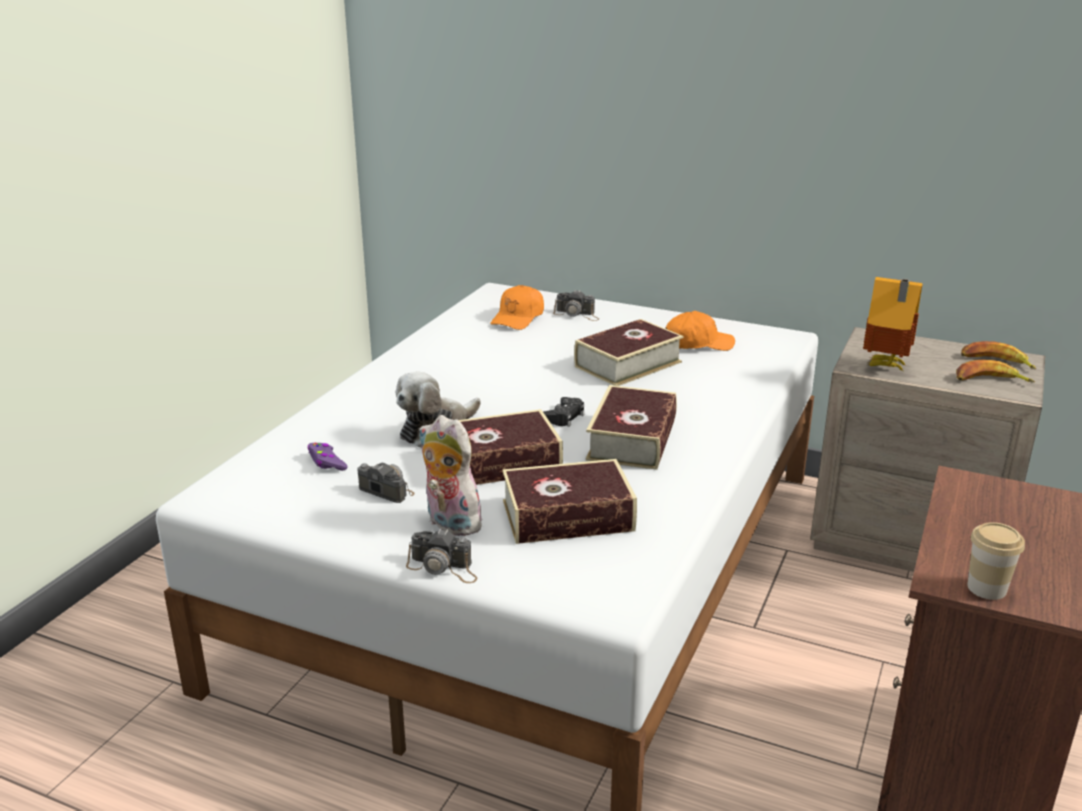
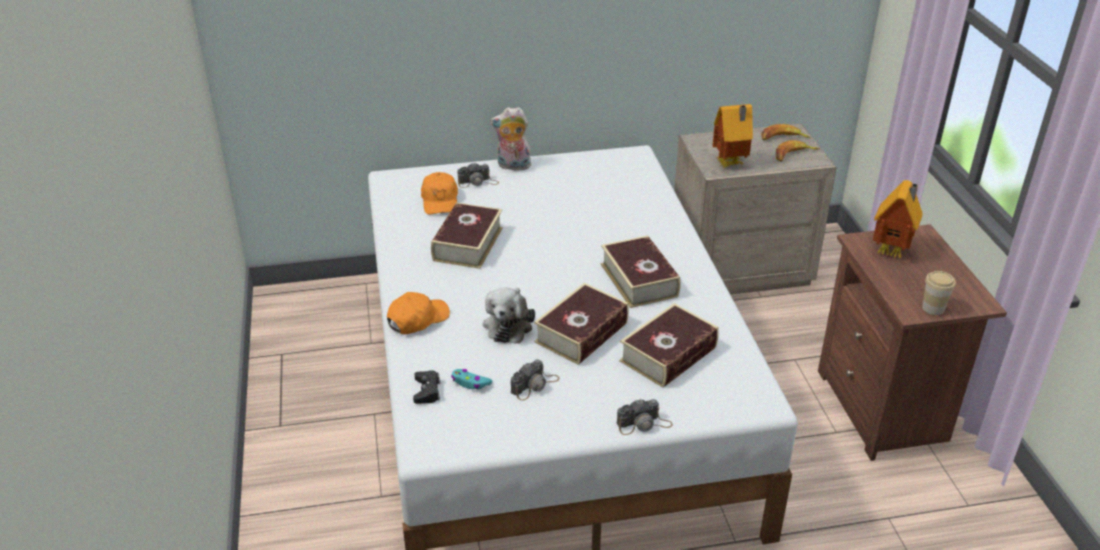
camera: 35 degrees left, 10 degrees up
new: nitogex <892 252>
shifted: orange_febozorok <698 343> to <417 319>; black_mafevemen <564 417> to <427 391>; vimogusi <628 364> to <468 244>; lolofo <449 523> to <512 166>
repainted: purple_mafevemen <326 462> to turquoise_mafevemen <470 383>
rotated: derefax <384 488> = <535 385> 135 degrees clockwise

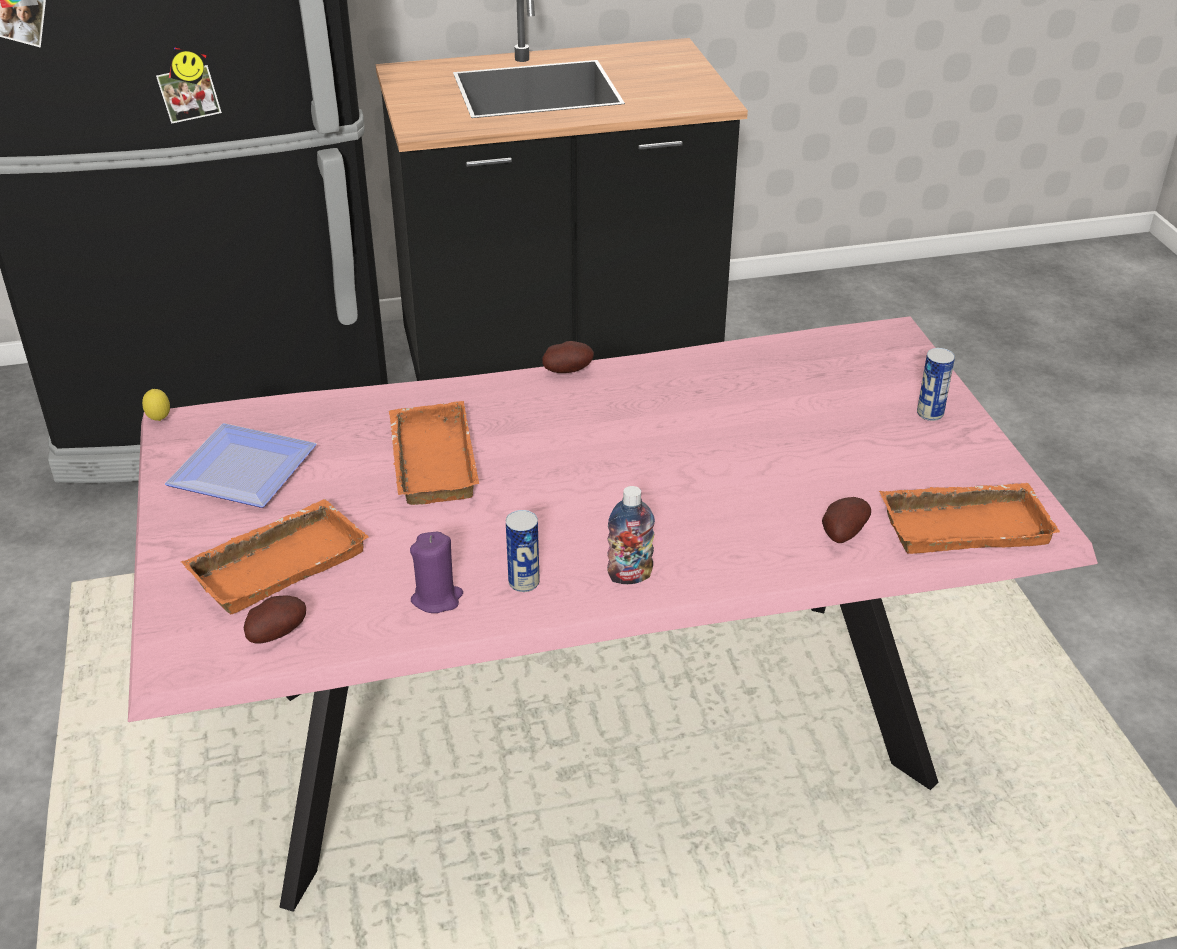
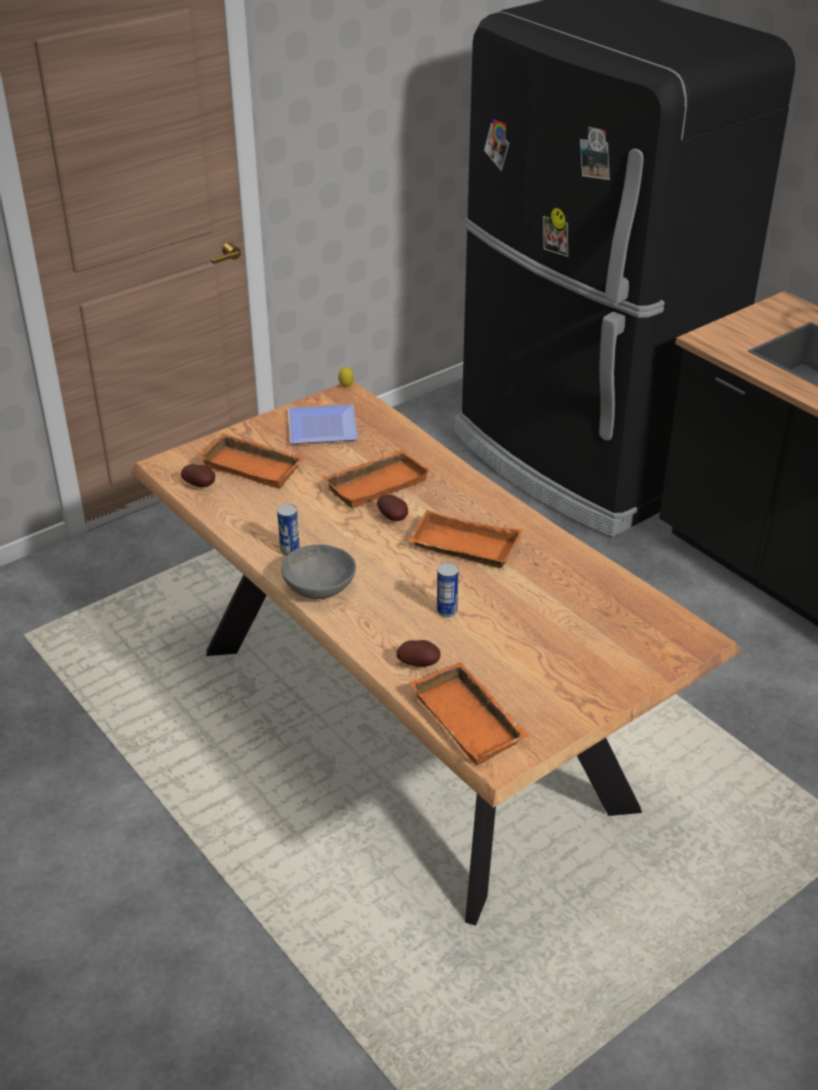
camera: 65 degrees right, 0 degrees up
gone: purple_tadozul <437 598>
new: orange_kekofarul <462 548>
shifted: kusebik <568 371> to <394 518>; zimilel <930 413> to <447 611>
swapped: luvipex <630 576> to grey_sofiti <320 587>
repainted: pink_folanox <588 731> to brown_folanox <408 727>

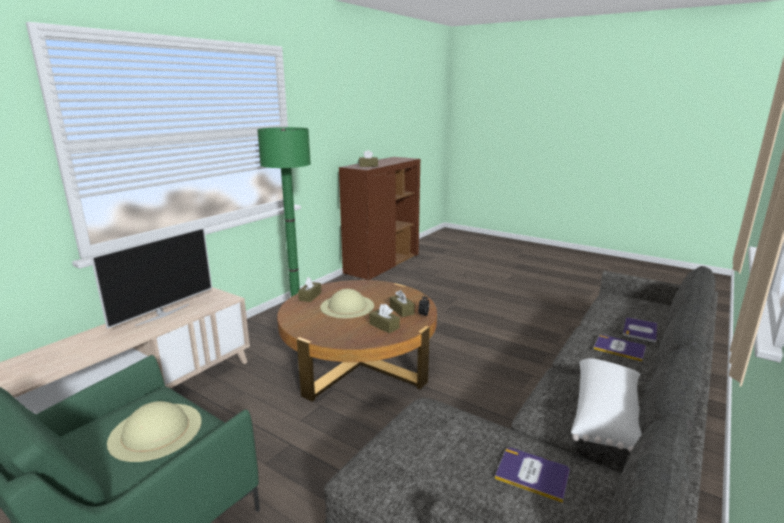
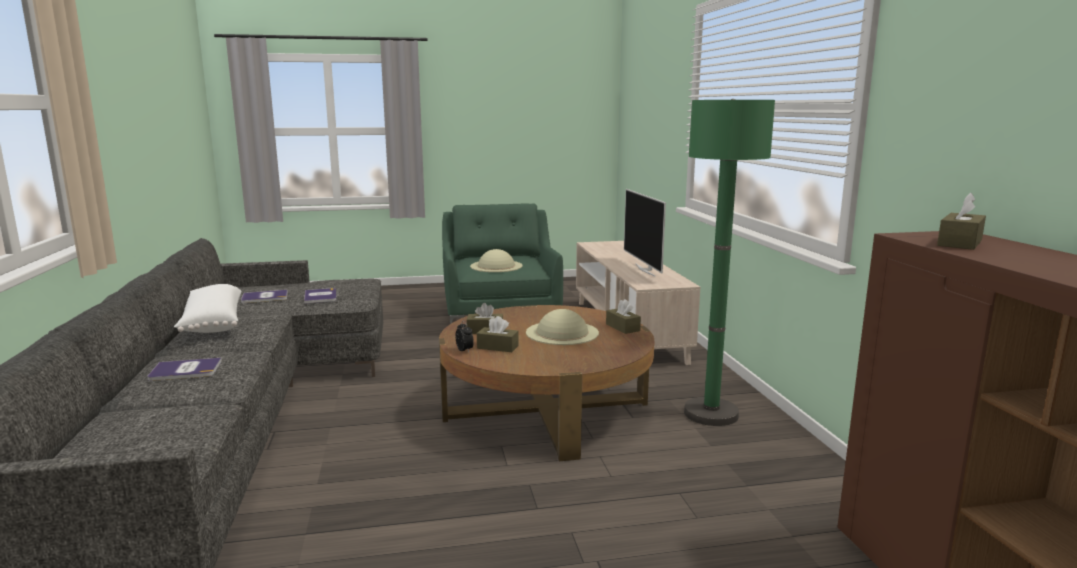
camera: 135 degrees right, 5 degrees down
shifted: vimogusi <640 330> to <320 296>

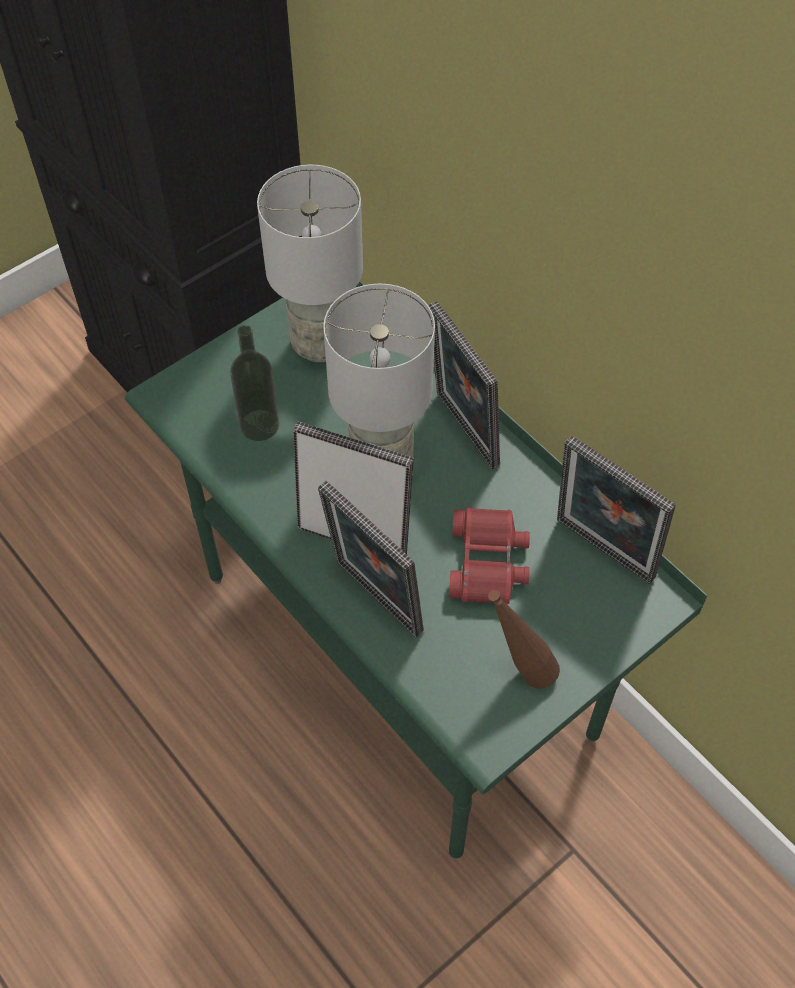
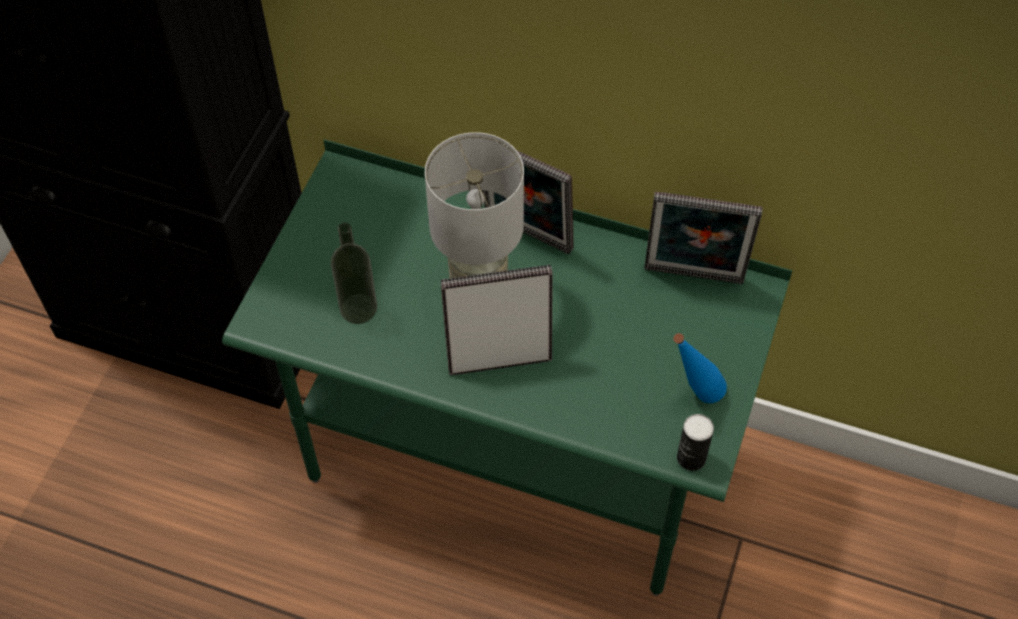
camera: 30 degrees left, 0 degrees up
gone: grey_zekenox <319 344>; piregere <373 601>; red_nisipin <488 562>
new: zimilel <691 458>
repainted: brown_luvipex <518 671> to blue_luvipex <692 397>

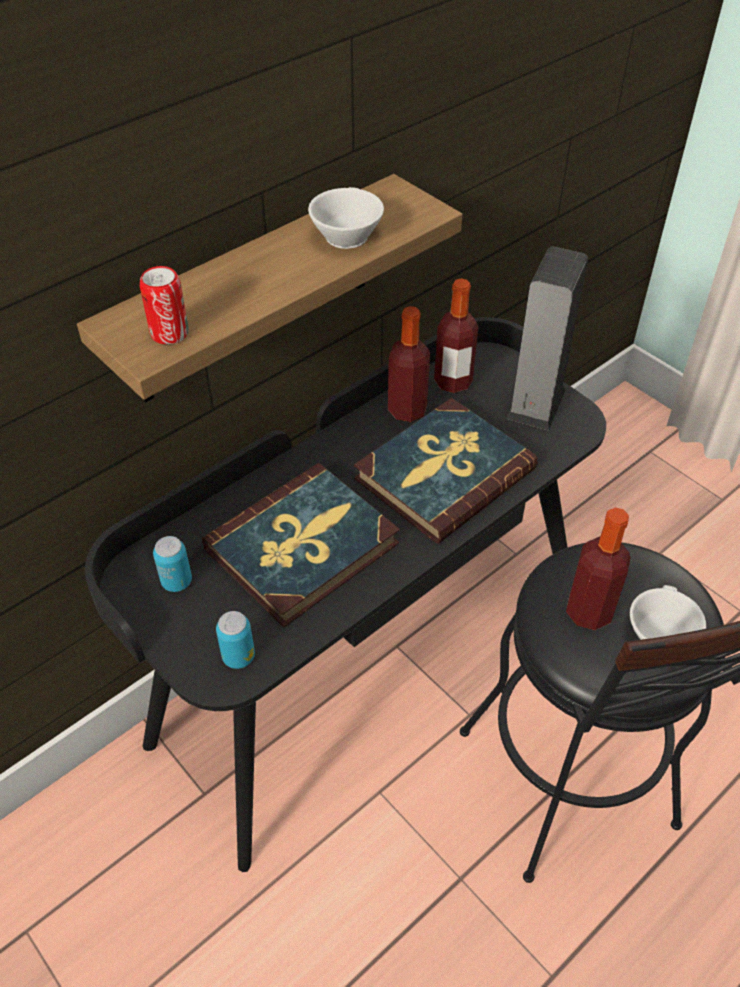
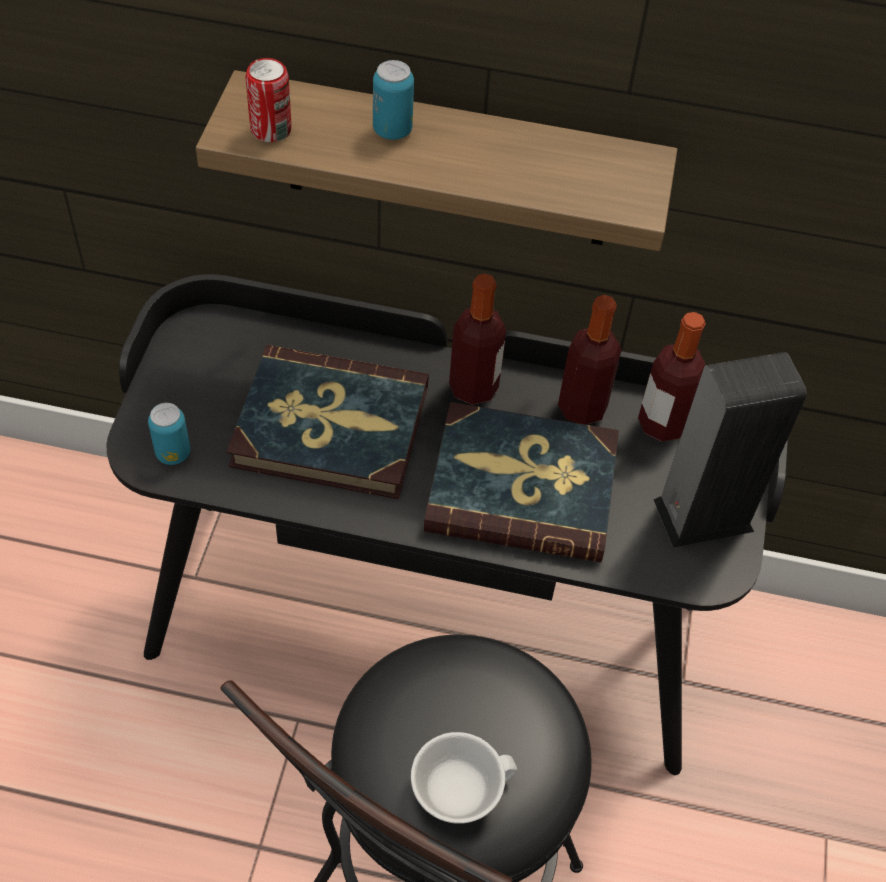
camera: 50 degrees right, 5 degrees up
gone: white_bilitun <344 234>
shifted: zimilel <177 581> to <392 130>; luvipex <589 612> to <473 388>

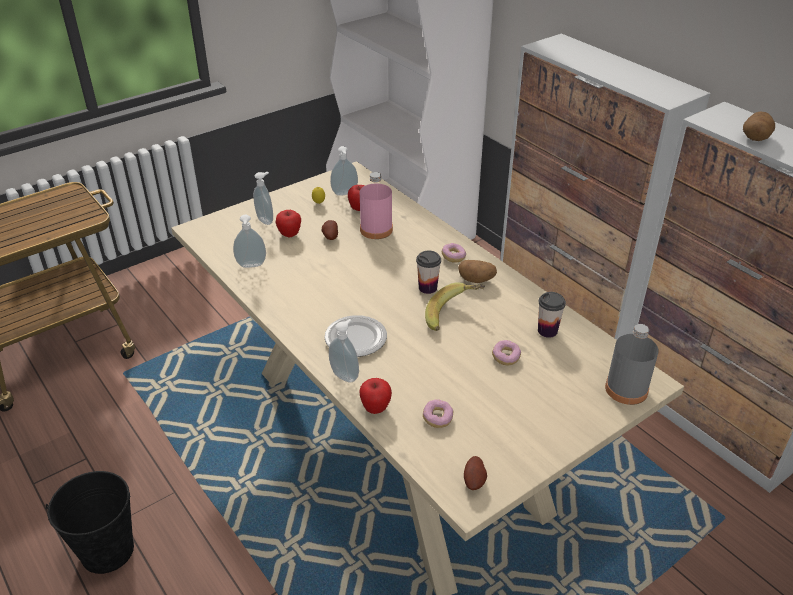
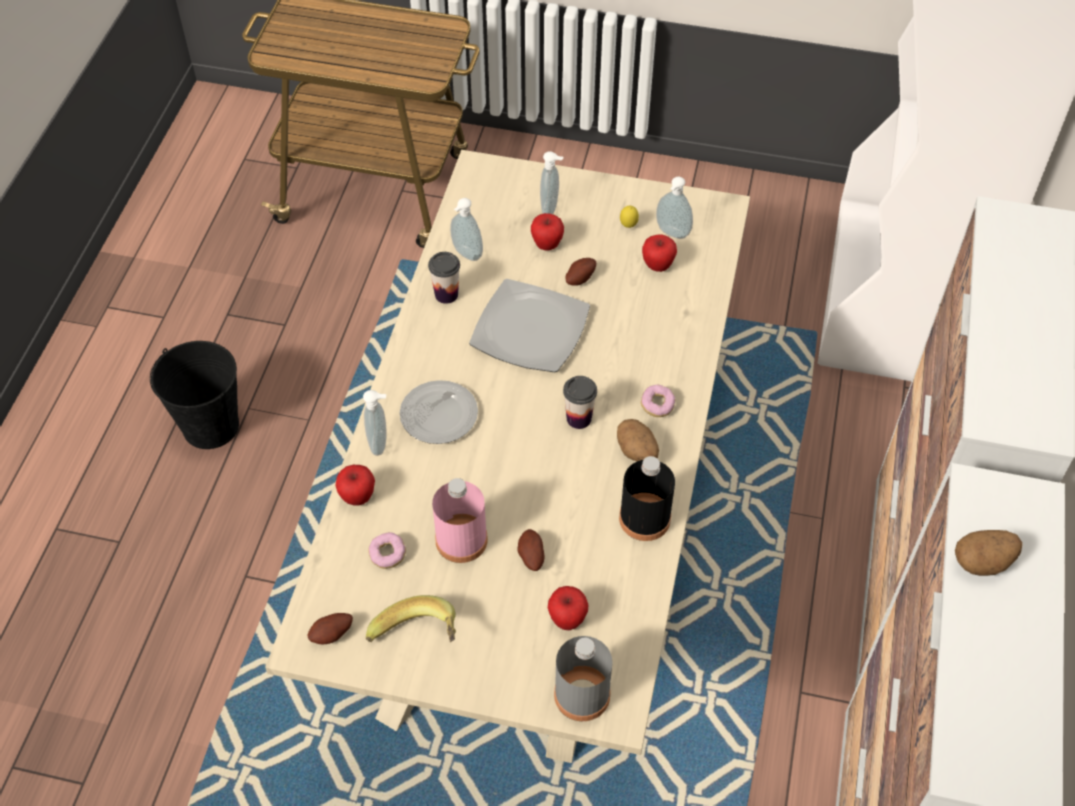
camera: 50 degrees right, 15 degrees up
new: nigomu <530 331>; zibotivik <567 619>; black_luvipex <644 518>
shifted: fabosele <454 316> to <417 639>; bilitun <547 331> to <446 294>; pink_luvipex <376 230> to <461 540>
swapped: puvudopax <505 357> to kusebik <530 557>

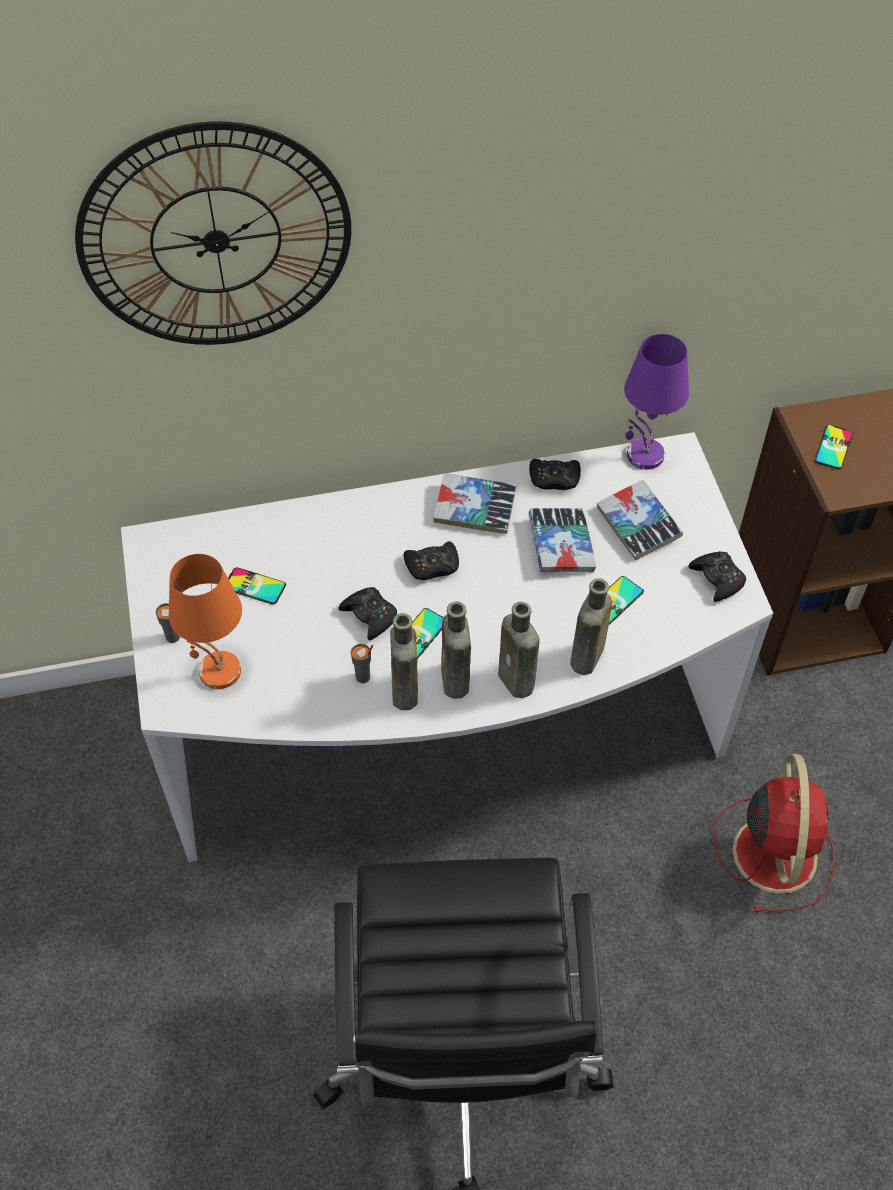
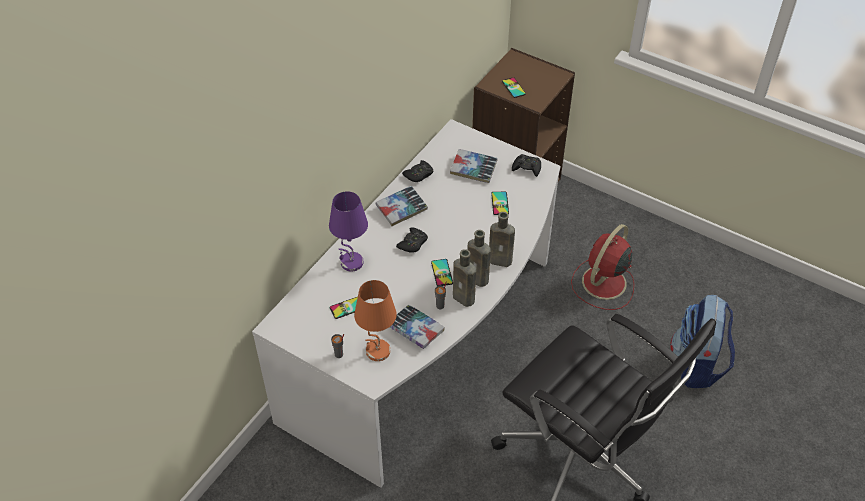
camera: 45 degrees left, 5 degrees down
gone: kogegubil <216 240>; black_mafevemen <370 616>; brown_luvipex <586 660>
new: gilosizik <697 364>
shifted: purple_zekenox <644 455> to <351 263>; vimogusi <561 545> to <415 329>
rotated: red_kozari <774 850> = <603 284> 105 degrees counterclockwise

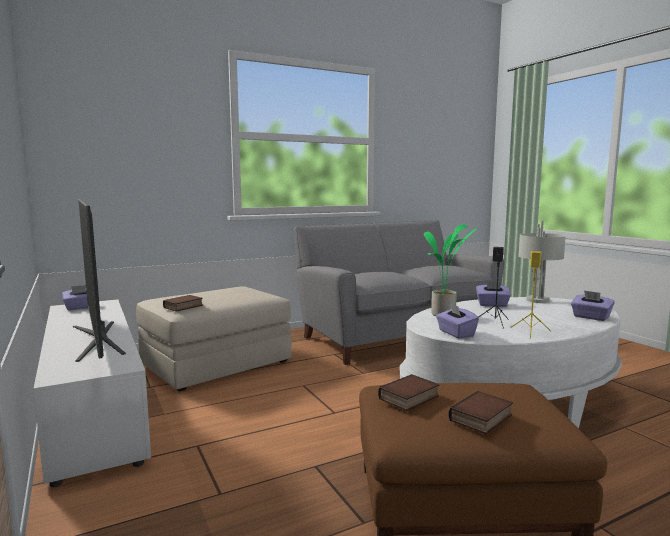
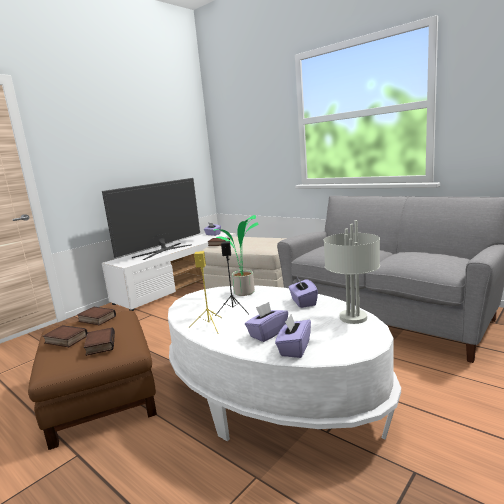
camera: 70 degrees right, 5 degrees up
new: vimogusi <99 344>
shifted: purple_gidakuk <455 333> to <267 333>

